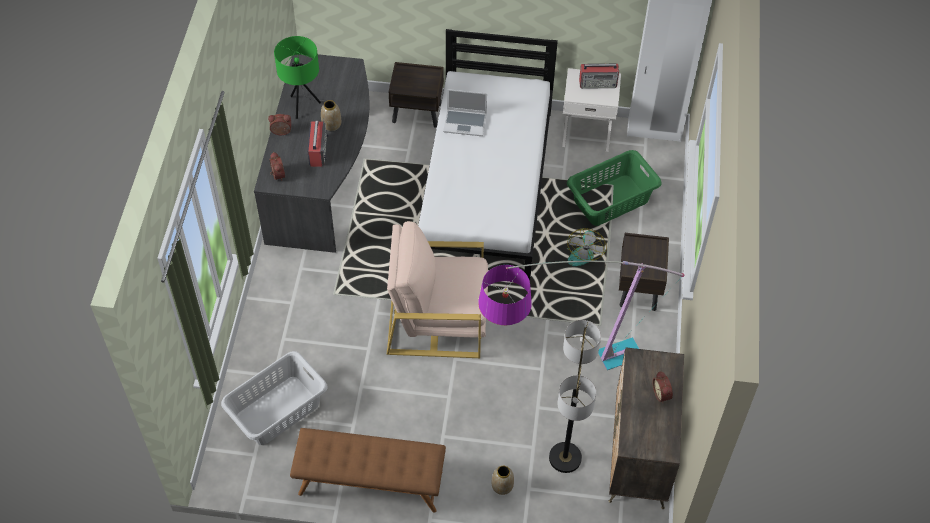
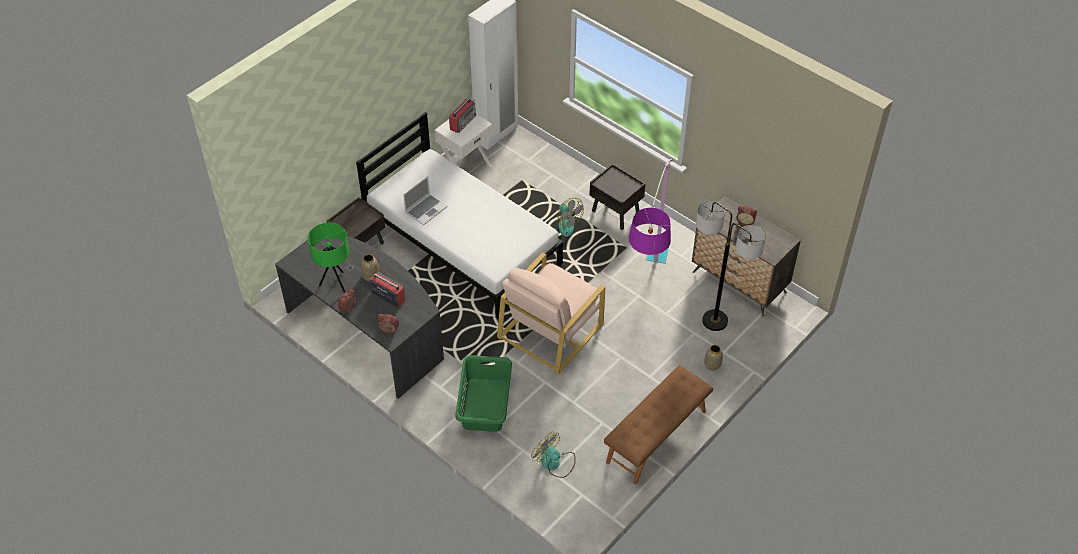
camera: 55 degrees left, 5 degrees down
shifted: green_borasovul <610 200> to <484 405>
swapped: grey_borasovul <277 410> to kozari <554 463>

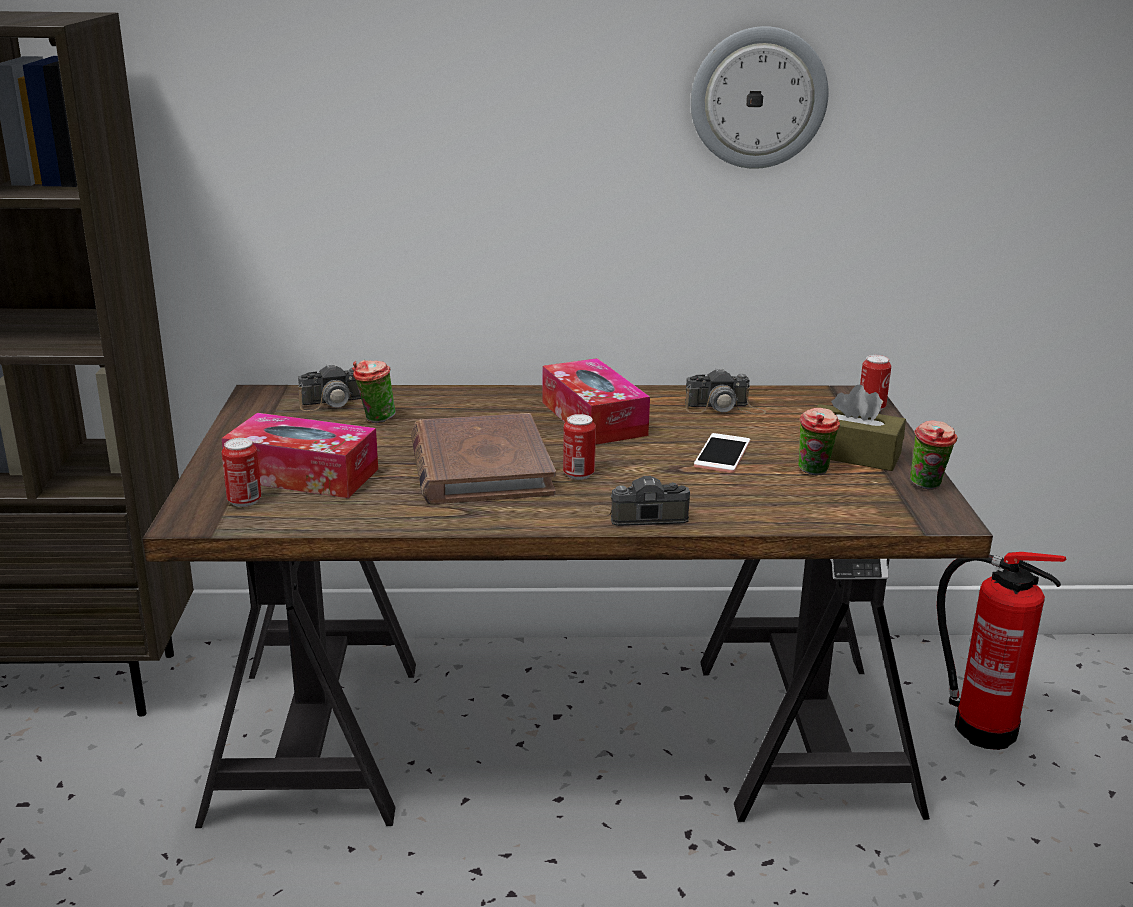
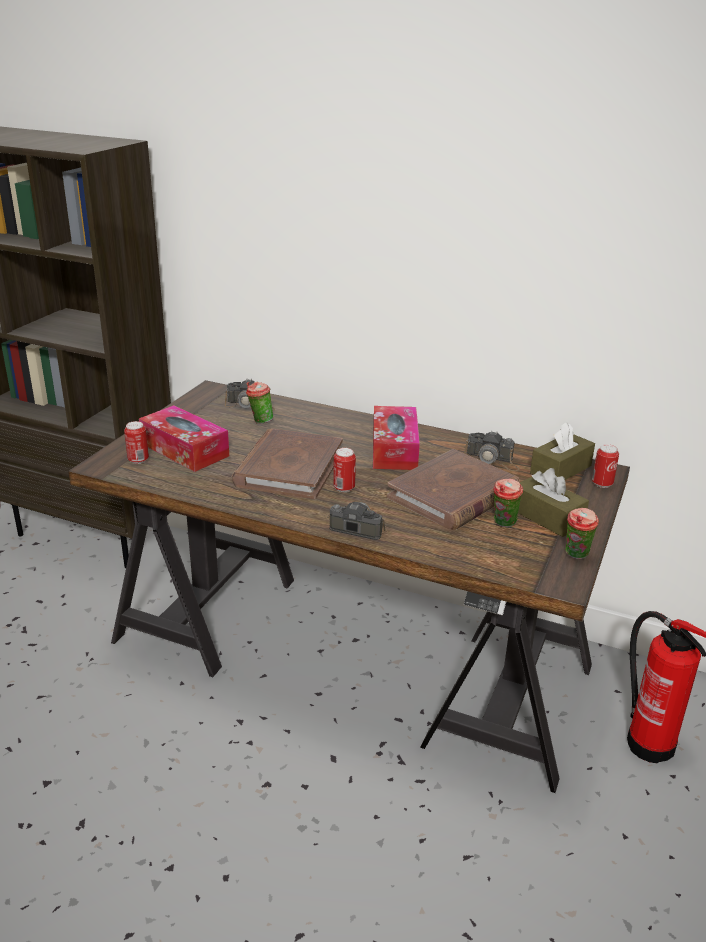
camera: 25 degrees right, 5 degrees up
gone: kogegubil <758 98>
new: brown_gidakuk <560 469>
swapped: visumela <722 454> to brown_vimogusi <453 495>

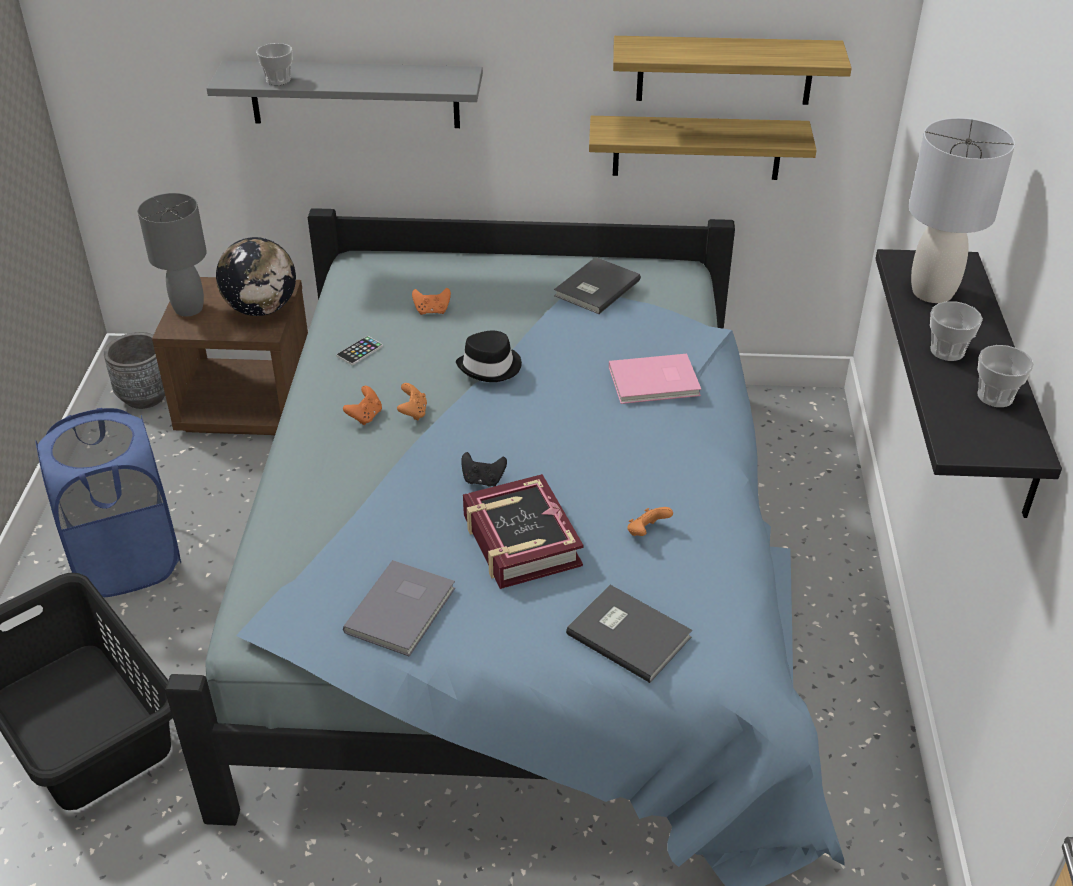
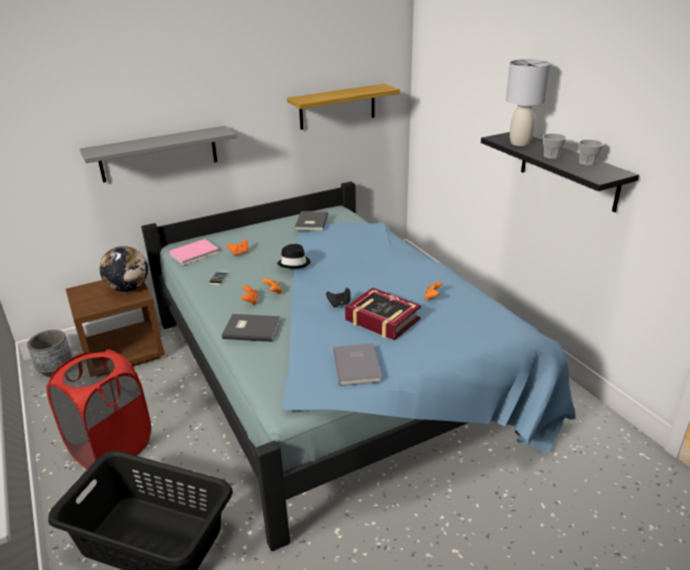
camera: 30 degrees left, 10 degrees down
gone: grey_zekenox <188 309>; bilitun <278 80>; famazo <697 147>
shifted: pink_vimogusi <655 382> to <195 253>; grey_vimogusi <629 633> to <251 329>
repainted: blue_borasovul <127 560> to red_borasovul <112 448>

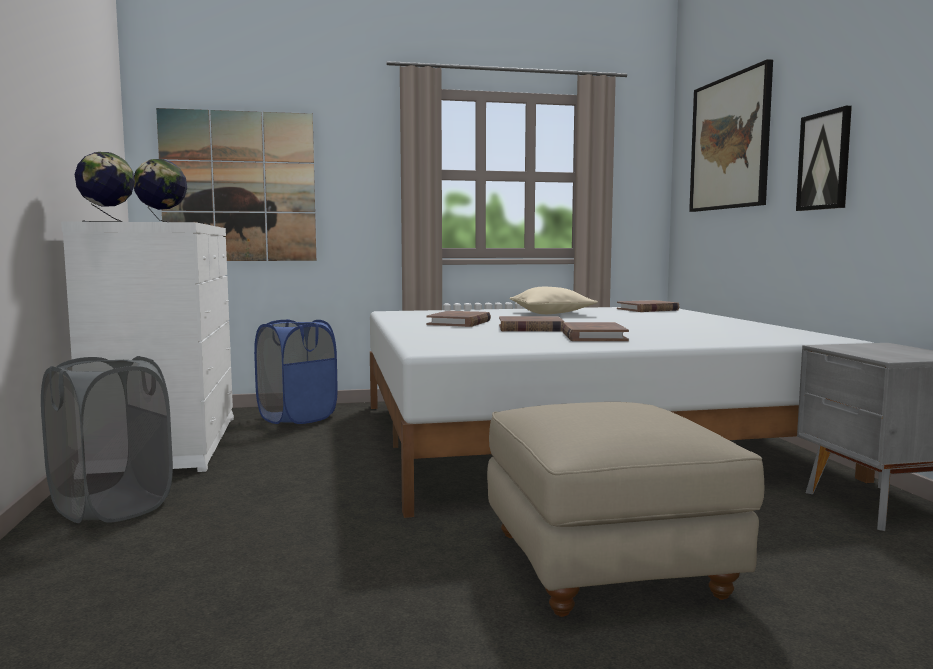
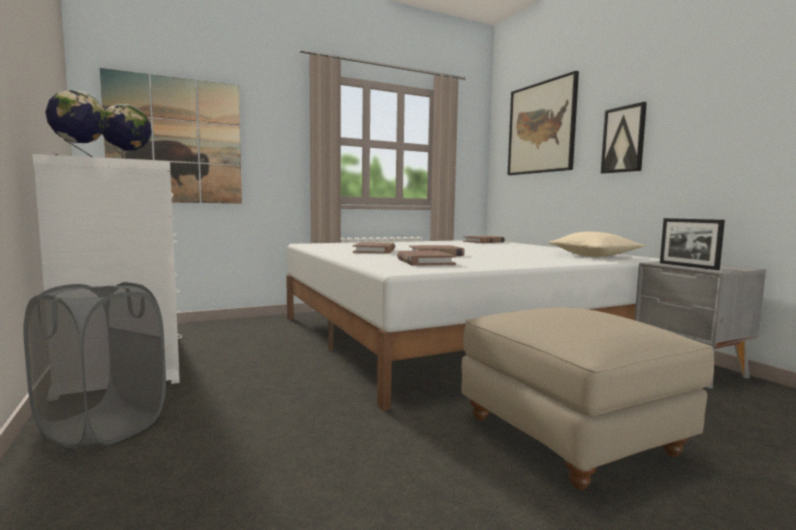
camera: 15 degrees left, 0 degrees up
gone: blue_borasovul <297 417>
new: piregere <688 266>
shifted: brown_vimogusi <593 336> to <424 261>; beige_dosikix <551 313> to <594 256>

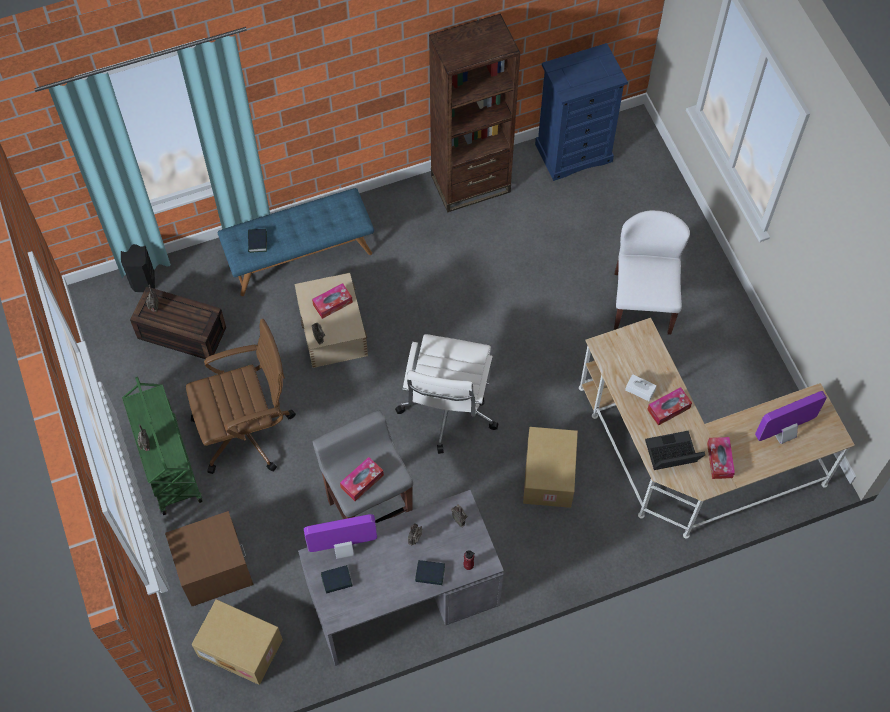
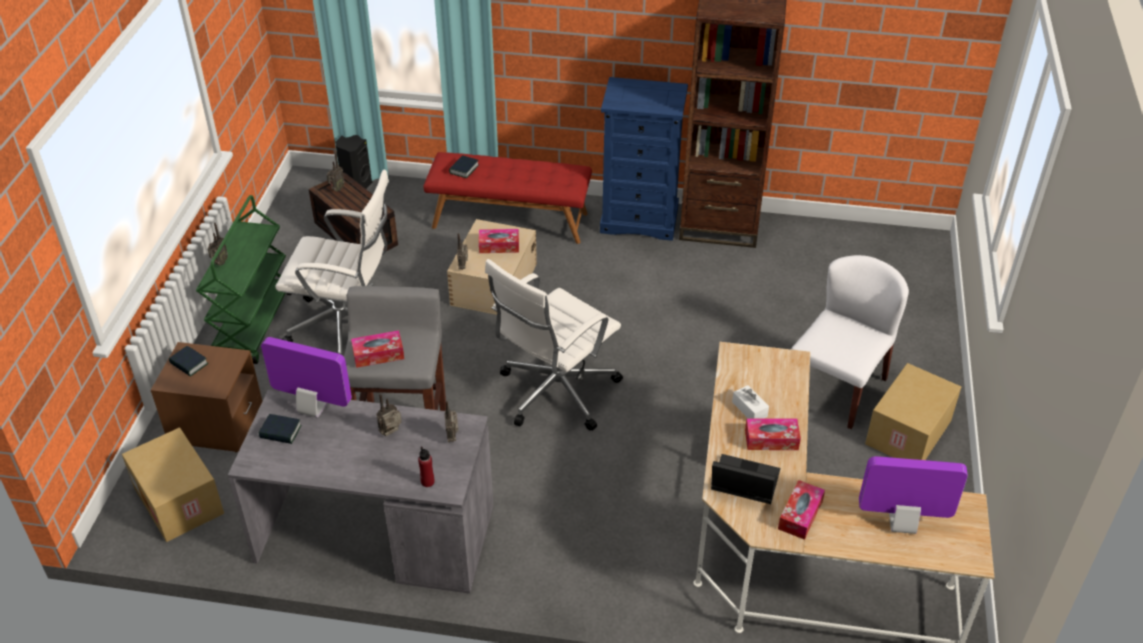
camera: 30 degrees right, 20 degrees down
shifted: vimogusi <430 574> to <189 364>; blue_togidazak <574 152> to <640 220>; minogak <550 476> to <909 433>
repainted: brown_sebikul <247 431> to white_sebikul <347 328>; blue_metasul <300 256> to red_metasul <510 220>

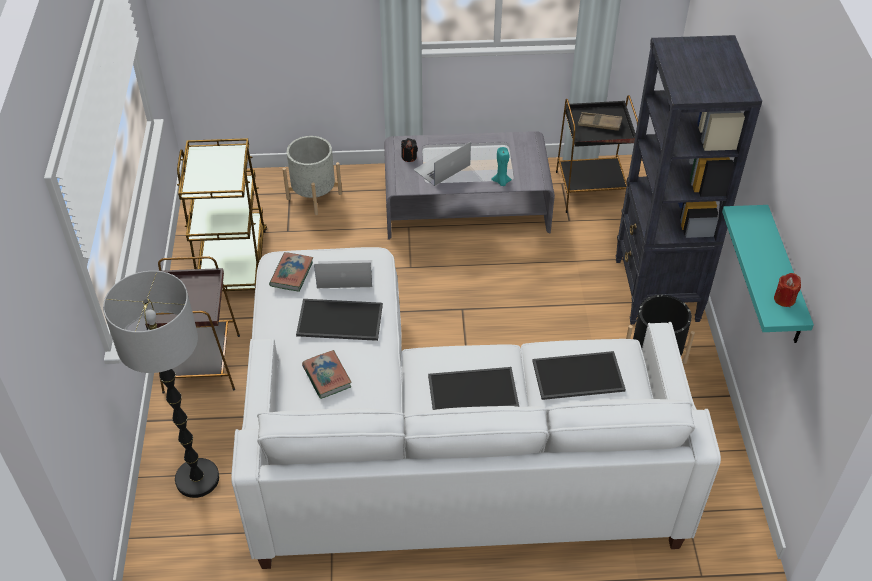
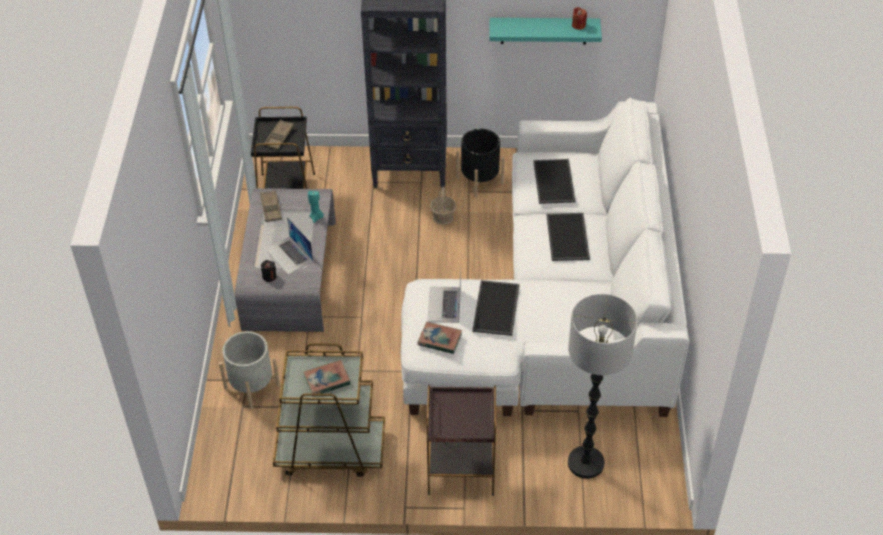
camera: 85 degrees left, 0 degrees up
new: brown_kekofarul <271 208>; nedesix <443 217>
shifted: vimogusi <327 377> to <327 380>

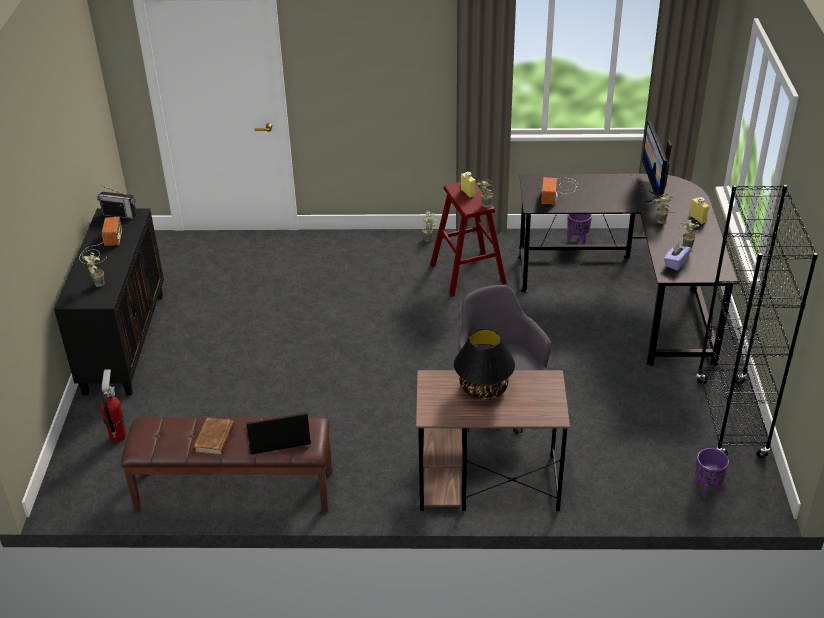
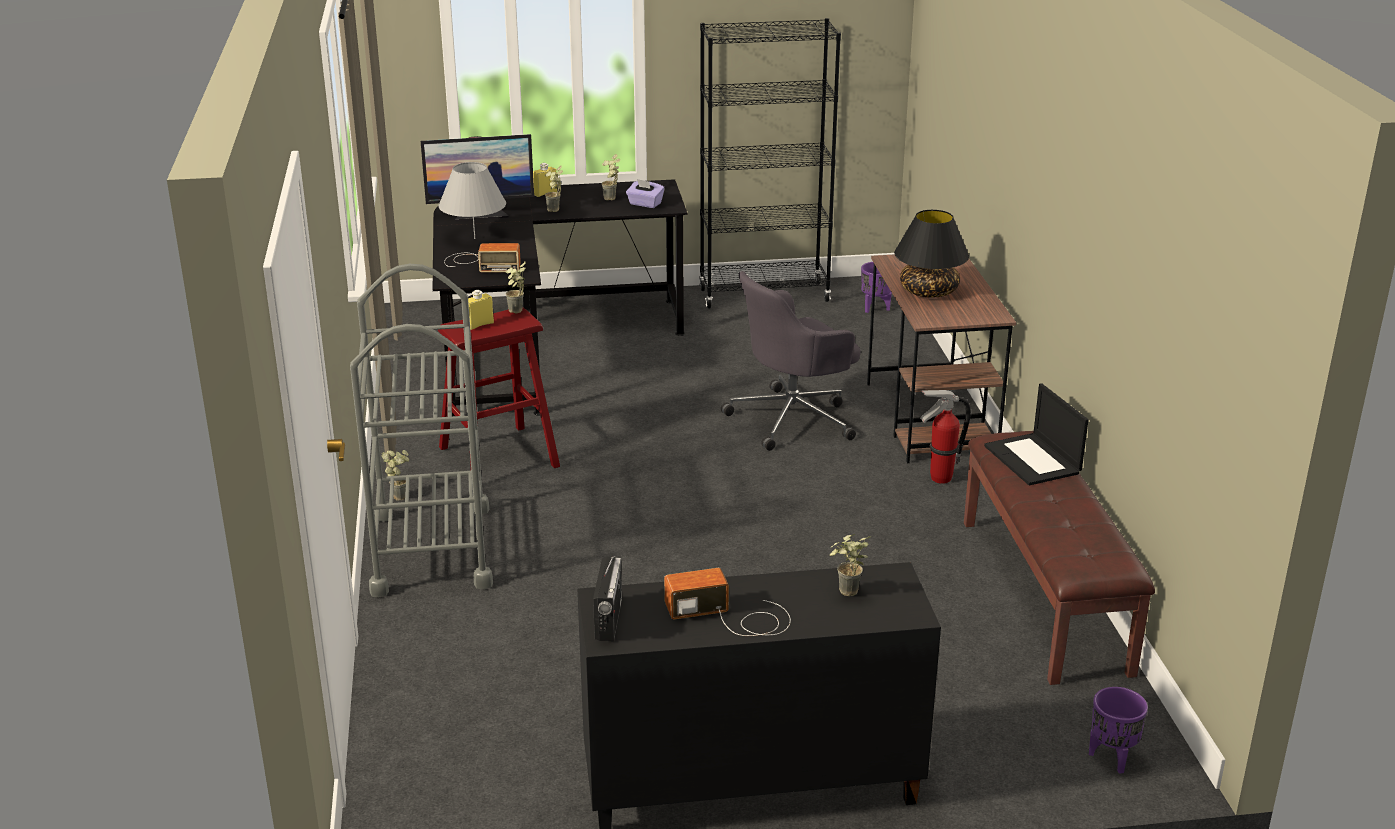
camera: 100 degrees left, 10 degrees down
gone: brown_vimogusi <215 438>
new: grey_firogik <431 550>; grey_zekenox <474 238>
shifted: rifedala <118 436> to <940 478>; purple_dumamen <577 241> to <1112 758>

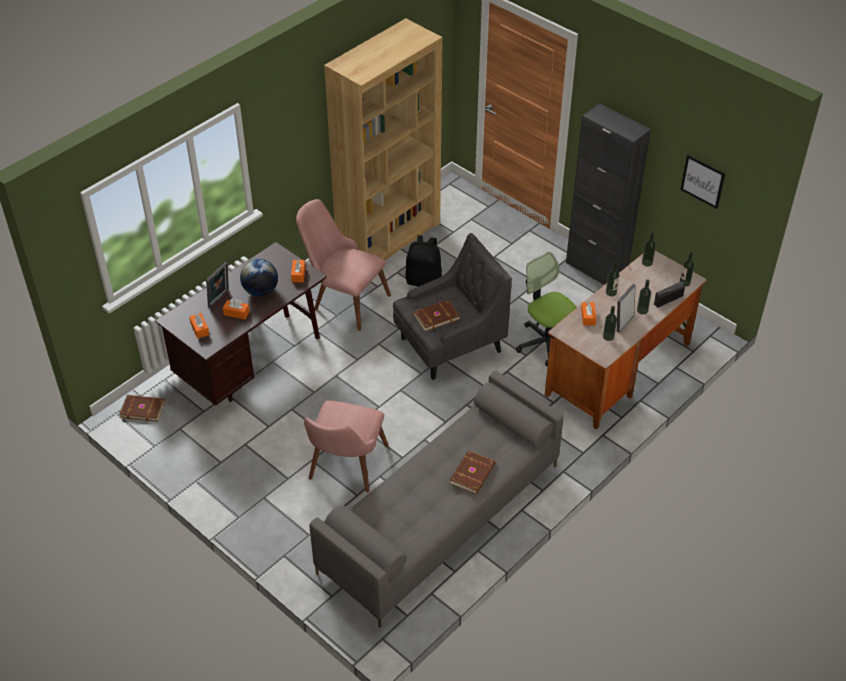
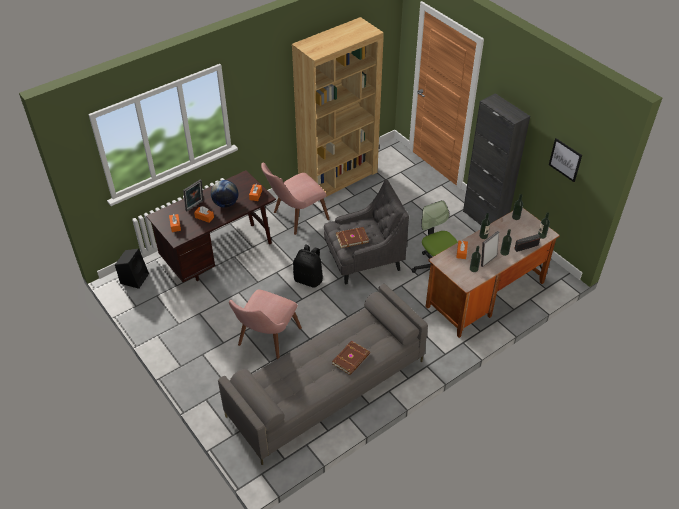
camera: 10 degrees right, 0 degrees up
shifted: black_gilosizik <424 280> to <309 279>
swapped: brown_vimogusi <142 409> to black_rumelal <134 278>
rotated: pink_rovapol <343 299> = <295 218> 75 degrees counterclockwise

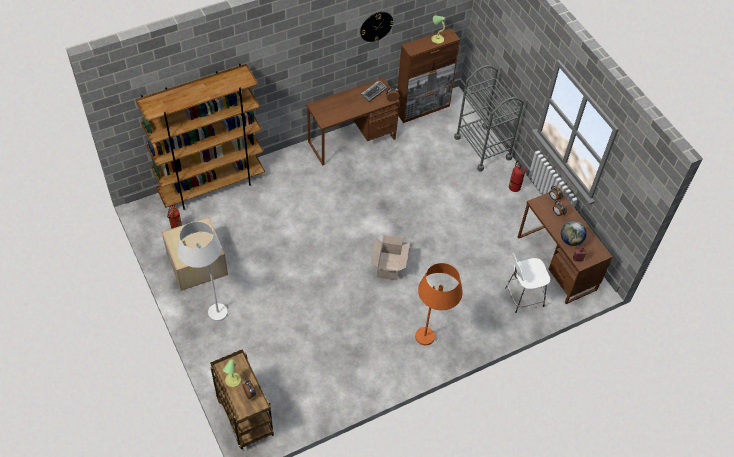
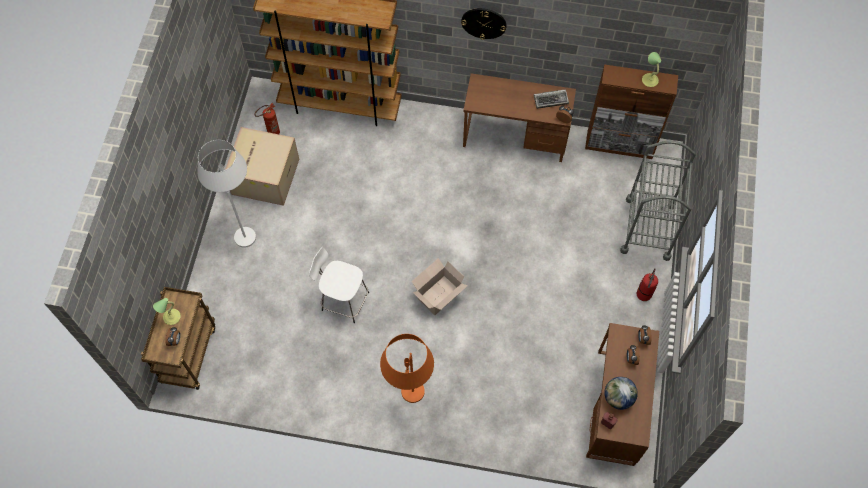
camera: 40 degrees right, 10 degrees up
shifted: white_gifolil <522 297> to <343 300>; kogegubil <376 26> to <484 23>

